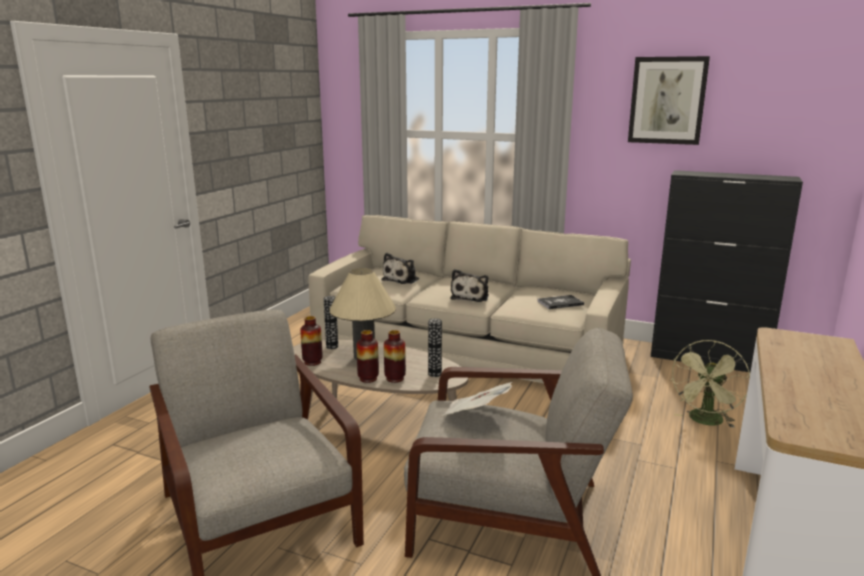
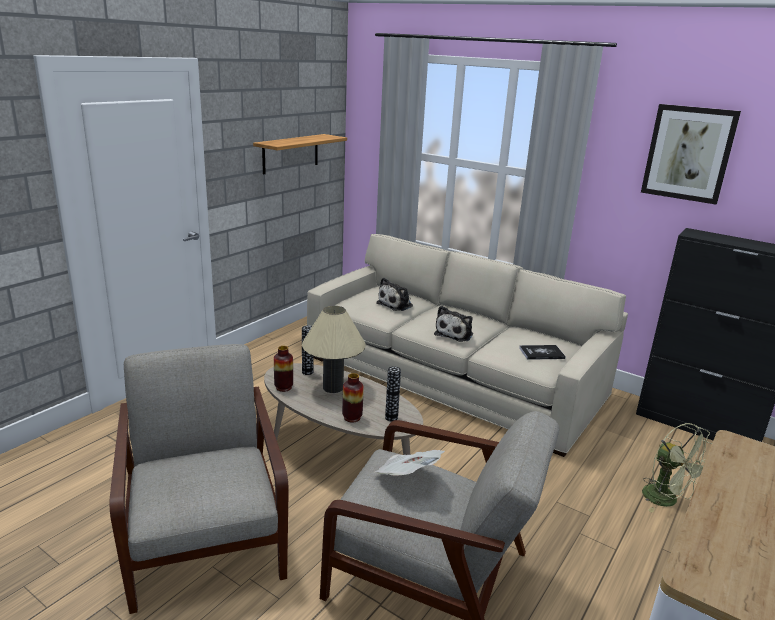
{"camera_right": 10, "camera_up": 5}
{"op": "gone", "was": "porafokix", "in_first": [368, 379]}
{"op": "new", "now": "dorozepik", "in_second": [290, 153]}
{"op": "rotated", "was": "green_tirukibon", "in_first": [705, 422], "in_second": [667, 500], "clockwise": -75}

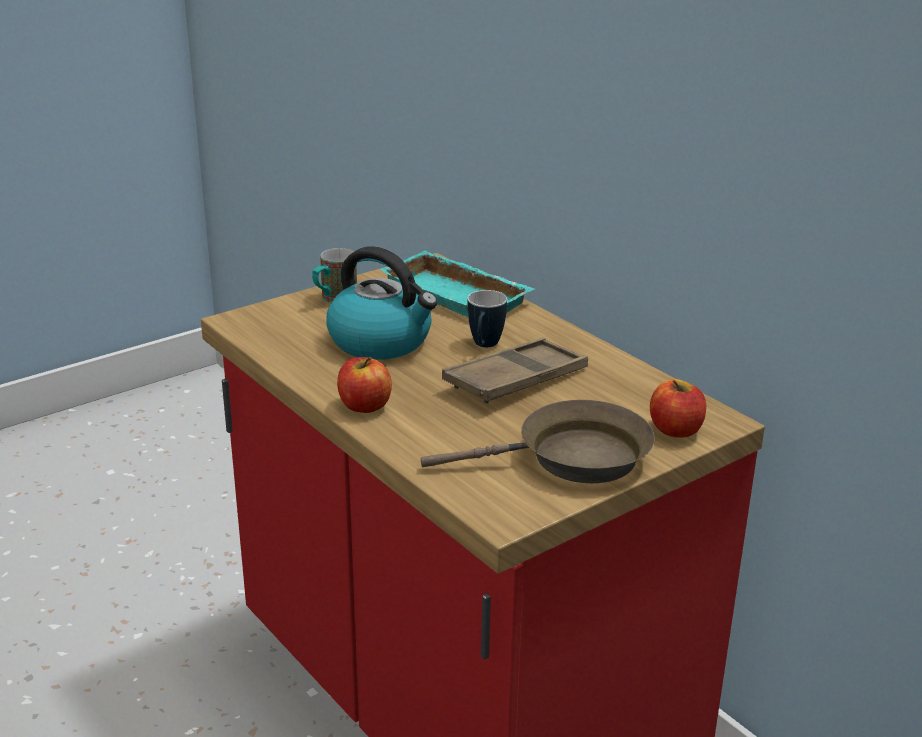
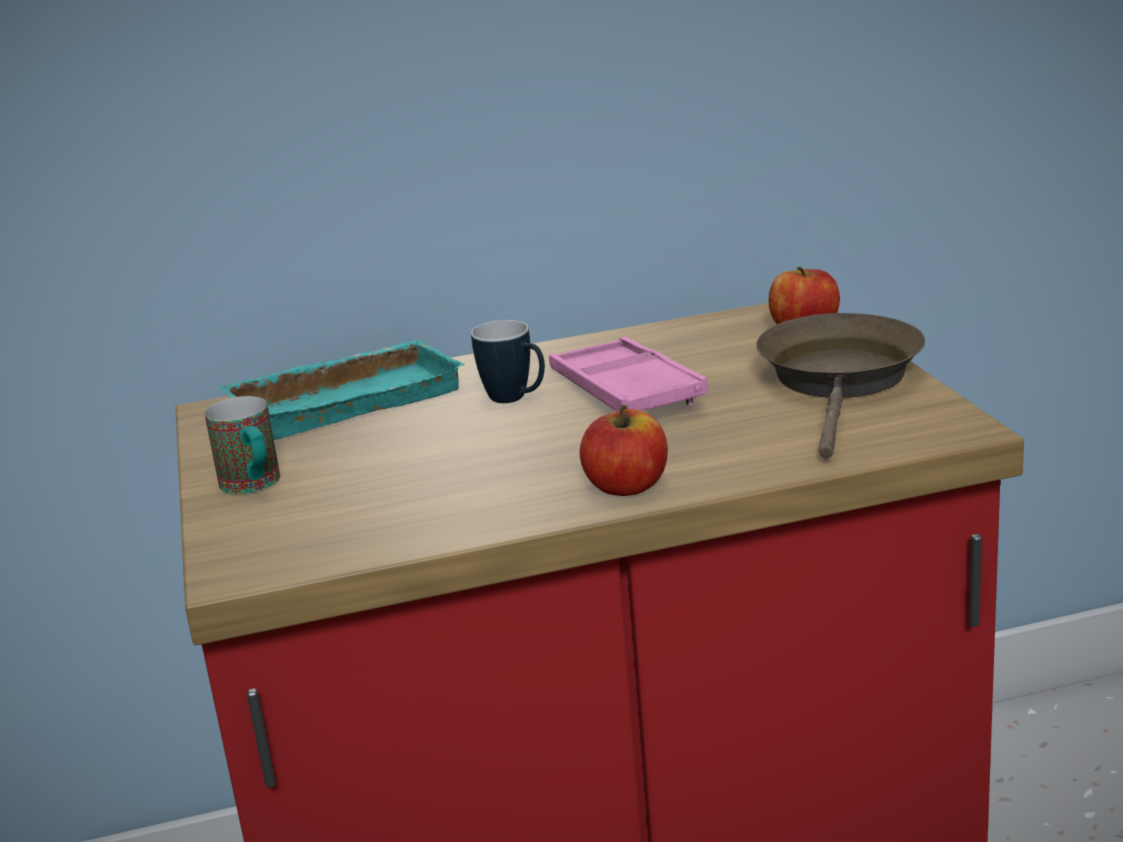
{"camera_right": -65, "camera_up": -5}
{"op": "gone", "was": "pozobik", "in_first": [382, 341]}
{"op": "repainted", "was": "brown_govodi", "now": "pink_govodi", "in_first": [515, 380], "in_second": [625, 391]}

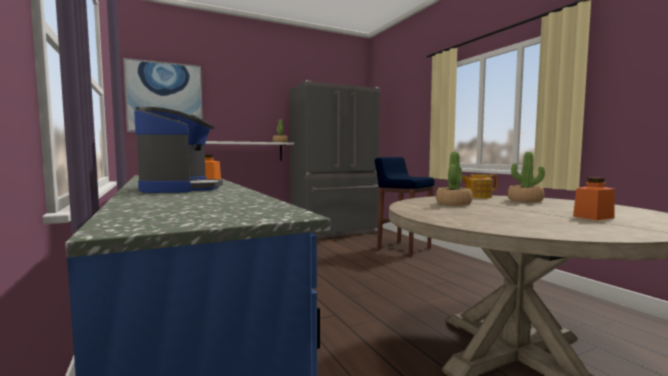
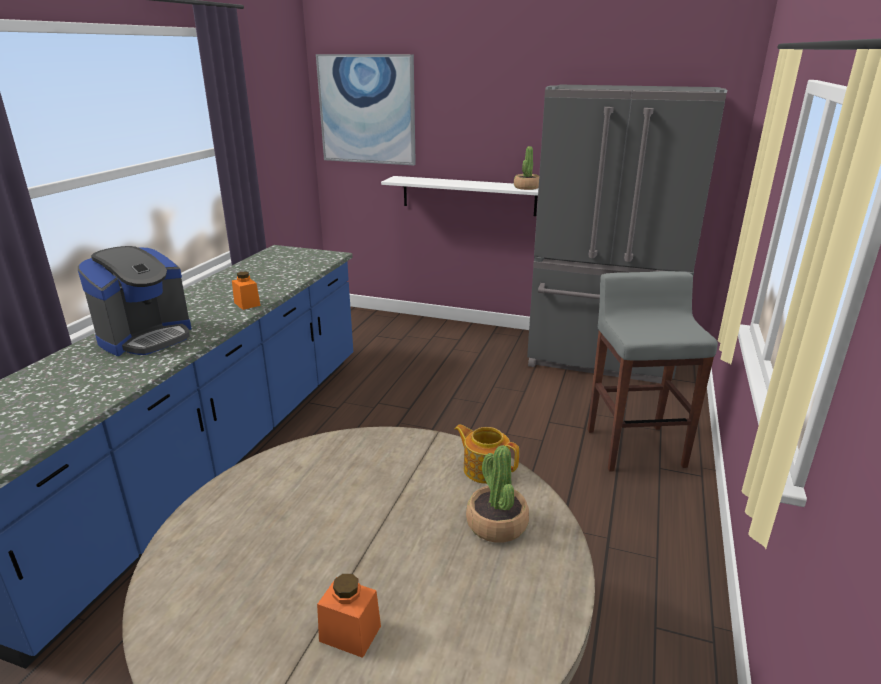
{"camera_right": 45, "camera_up": 20}
{"op": "gone", "was": "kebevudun", "in_first": [453, 203]}
{"op": "repainted", "was": "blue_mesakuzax", "now": "grey_mesakuzax", "in_first": [403, 248], "in_second": [634, 447]}

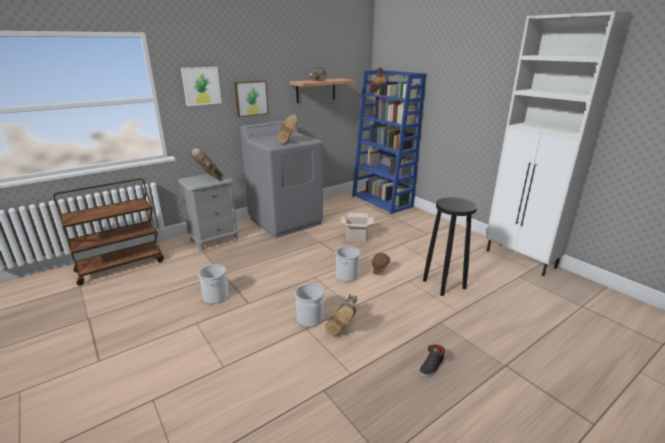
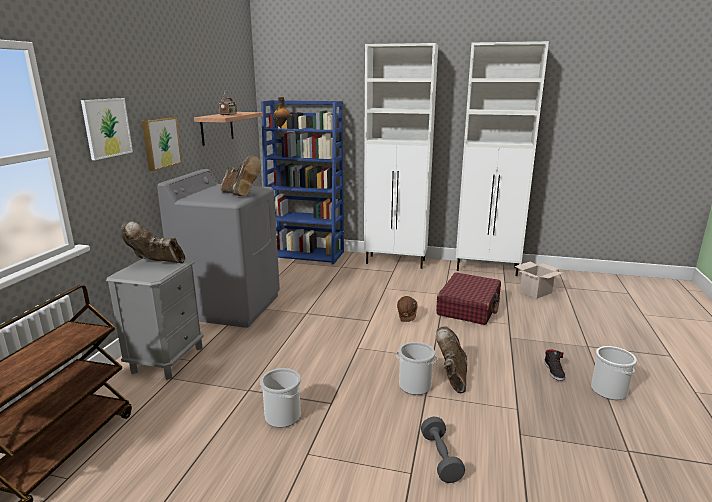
{"camera_right": -40, "camera_up": -5}
{"op": "new", "now": "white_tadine", "in_second": [396, 262]}
{"op": "new", "now": "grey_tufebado", "in_second": [441, 458]}
{"op": "shifted", "was": "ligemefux", "in_first": [347, 276], "in_second": [609, 390]}
{"op": "shifted", "was": "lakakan", "in_first": [357, 238], "in_second": [535, 292]}
{"op": "swapped", "was": "black_mesakuzax", "now": "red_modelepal", "in_first": [444, 284], "in_second": [468, 307]}
{"op": "rotated", "was": "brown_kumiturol", "in_first": [342, 327], "in_second": [452, 377], "clockwise": -150}

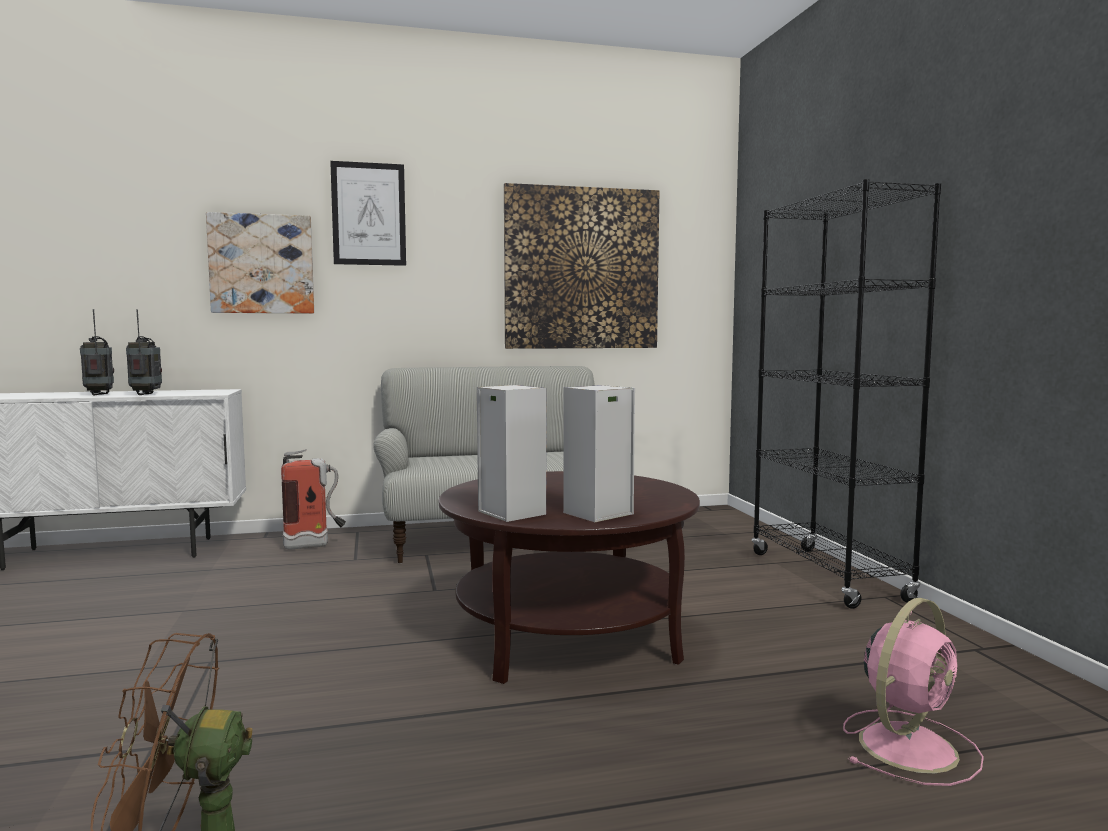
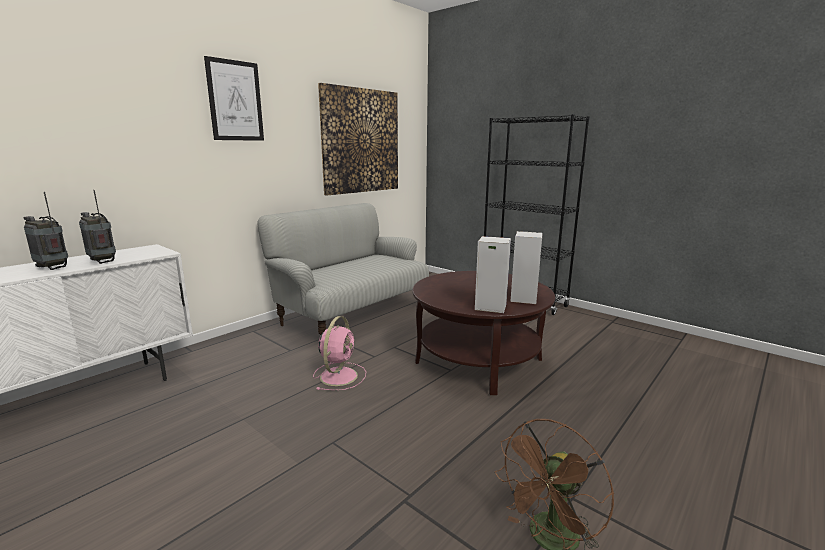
{"camera_right": -35, "camera_up": 10}
{"op": "gone", "was": "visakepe", "in_first": [262, 264]}
{"op": "gone", "was": "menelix", "in_first": [315, 545]}
{"op": "shifted", "was": "pink_tirukibon", "in_first": [909, 745], "in_second": [339, 375]}

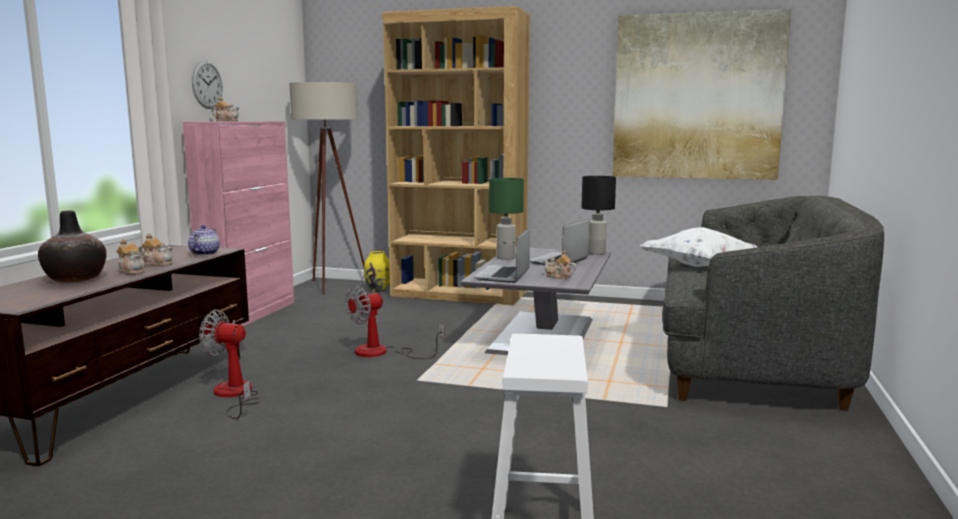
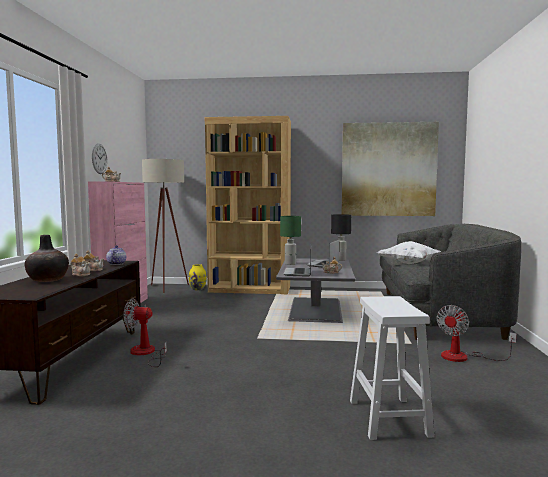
{"camera_right": -10, "camera_up": -5}
{"op": "shifted", "was": "tirukibon", "in_first": [382, 352], "in_second": [464, 357]}

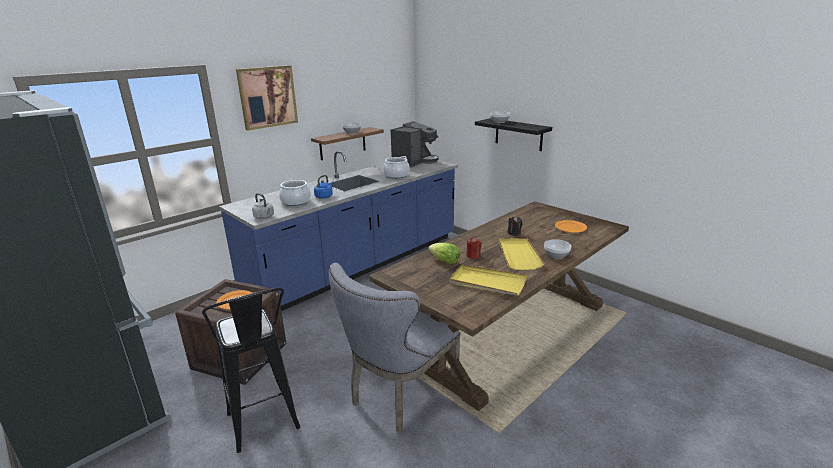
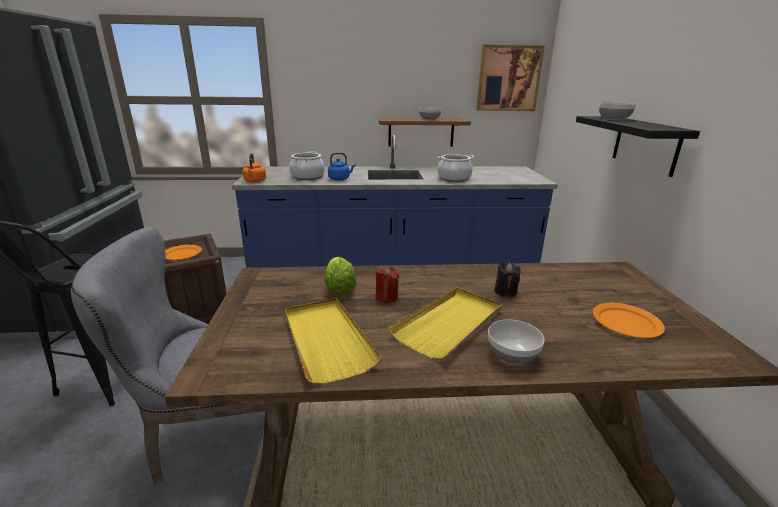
{"camera_right": 40, "camera_up": 0}
{"op": "gone", "was": "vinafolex", "in_first": [414, 162]}
{"op": "shifted", "was": "visakepe", "in_first": [267, 97], "in_second": [508, 78]}
{"op": "repainted", "was": "grey_pozobik", "now": "orange_pozobik", "in_first": [264, 217], "in_second": [255, 181]}

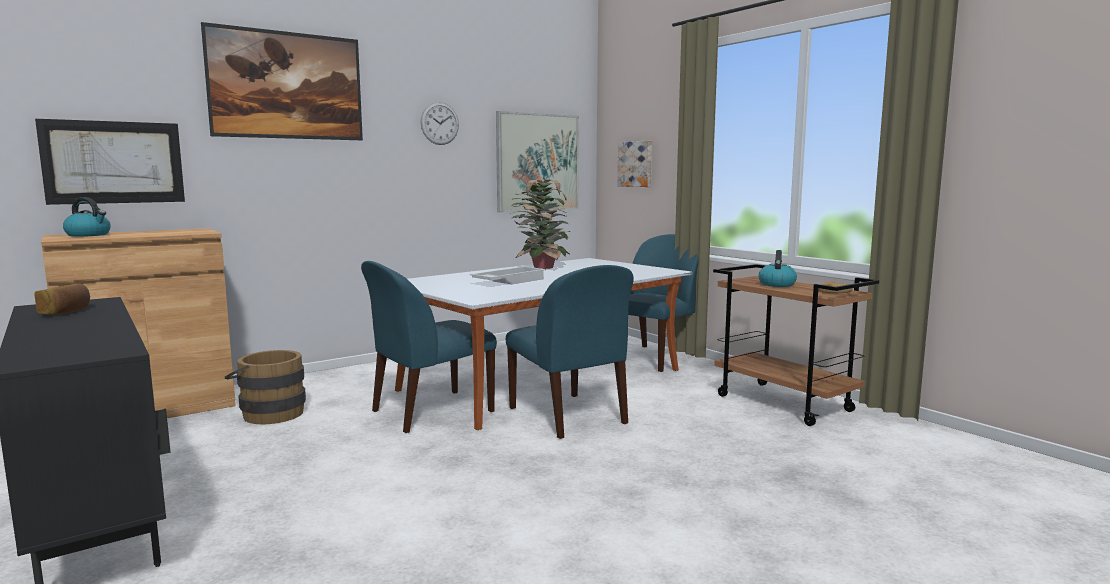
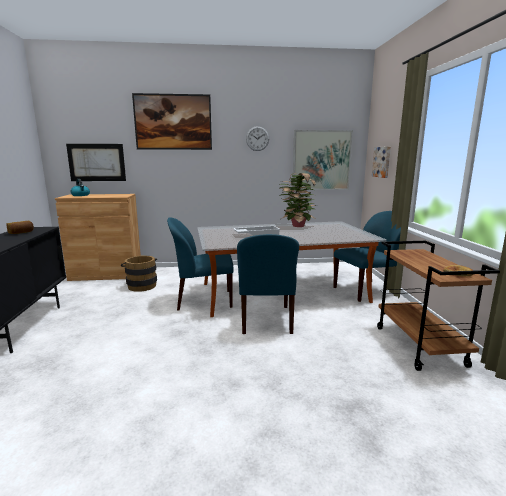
{"camera_right": 30, "camera_up": 5}
{"op": "gone", "was": "pozobik", "in_first": [776, 284]}

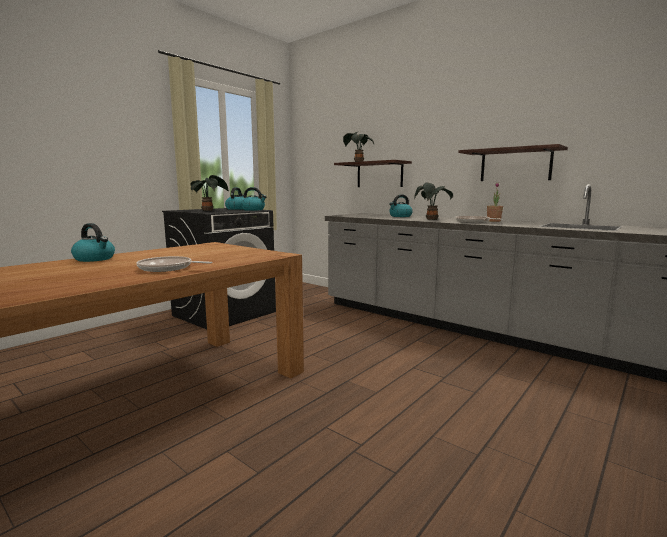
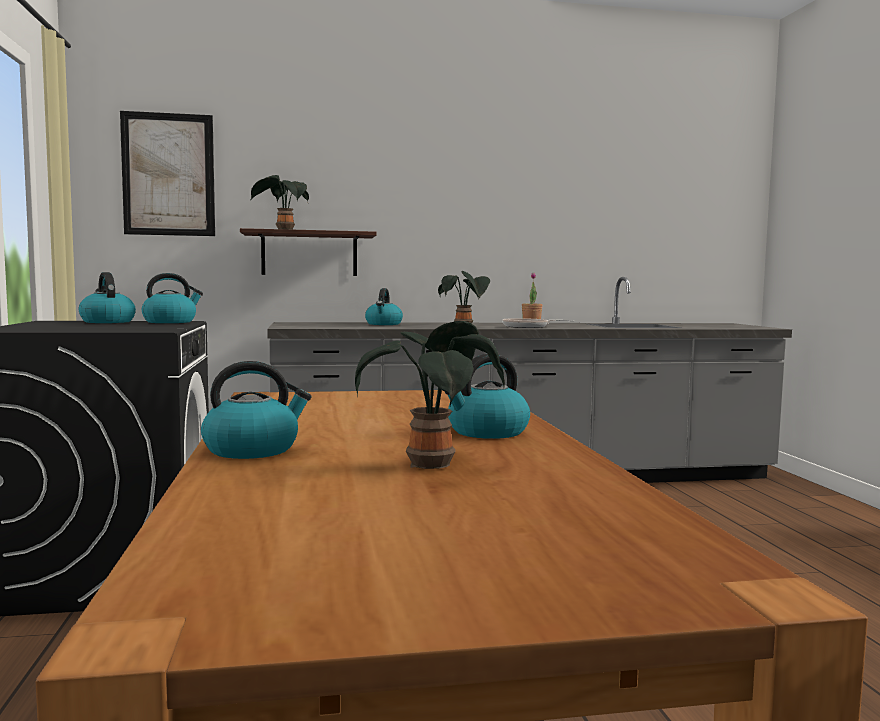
{"camera_right": -50, "camera_up": -5}
{"op": "gone", "was": "dorozepik", "in_first": [515, 165]}
{"op": "new", "now": "visakepe", "in_second": [168, 174]}
{"op": "shifted", "was": "kebevudun", "in_first": [209, 211], "in_second": [431, 464]}
{"op": "swapped", "was": "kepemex", "now": "pozobik", "in_first": [168, 268], "in_second": [487, 432]}

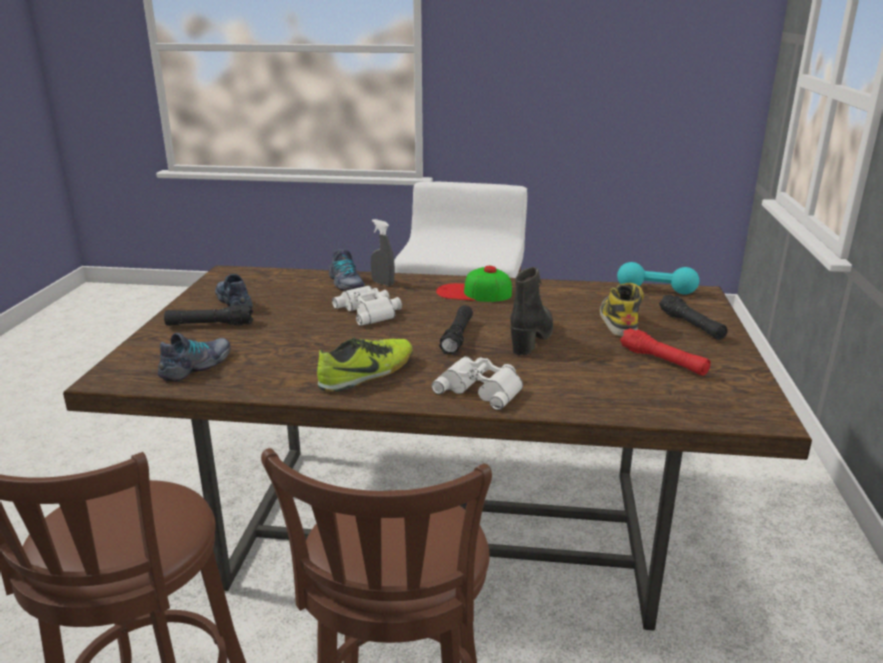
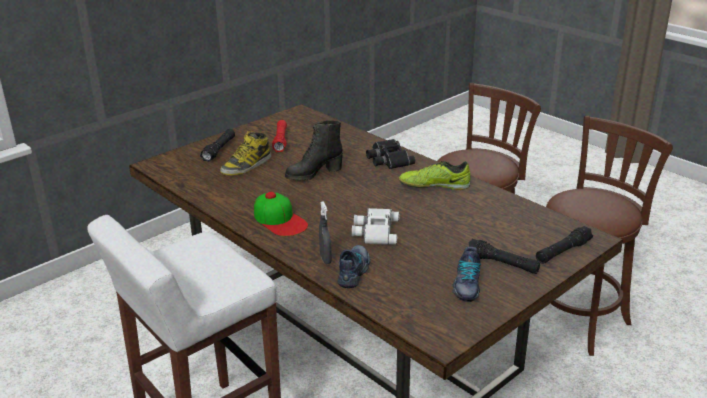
{"camera_right": -140, "camera_up": 5}
{"op": "gone", "was": "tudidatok", "in_first": [197, 366]}
{"op": "gone", "was": "turquoise_tufebado", "in_first": [656, 290]}
{"op": "shifted", "was": "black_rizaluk", "in_first": [457, 337], "in_second": [563, 252]}
{"op": "repainted", "was": "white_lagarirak", "now": "black_lagarirak", "in_first": [481, 388], "in_second": [388, 159]}

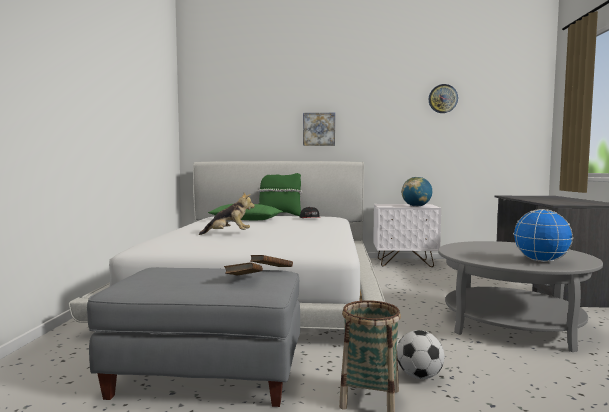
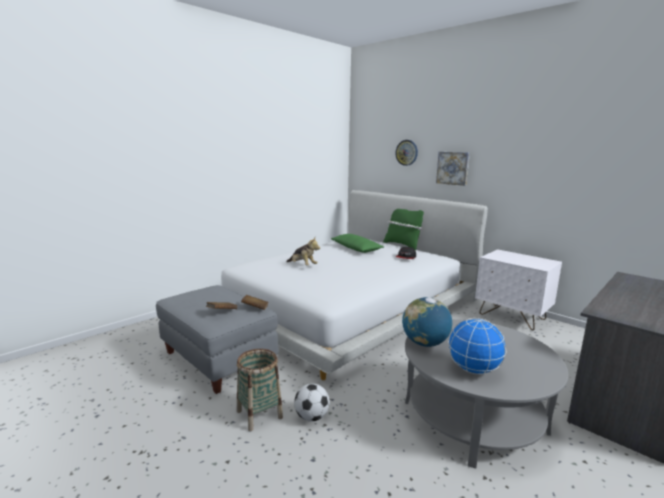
{"camera_right": 40, "camera_up": 10}
{"op": "shifted", "was": "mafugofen", "in_first": [416, 206], "in_second": [425, 343]}
{"op": "shifted", "was": "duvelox", "in_first": [442, 98], "in_second": [406, 152]}

